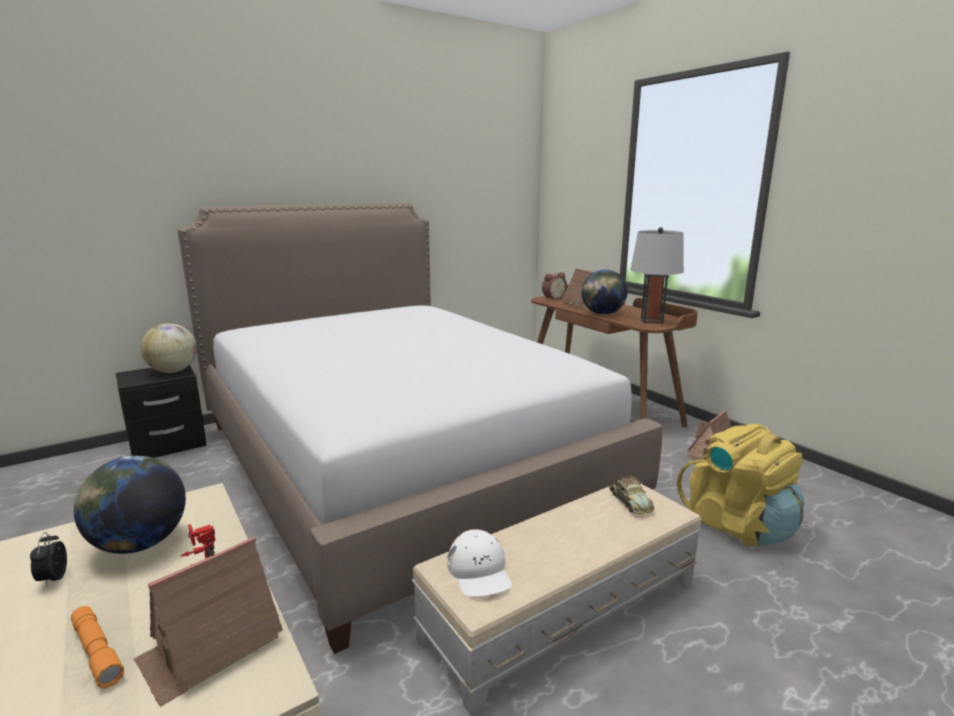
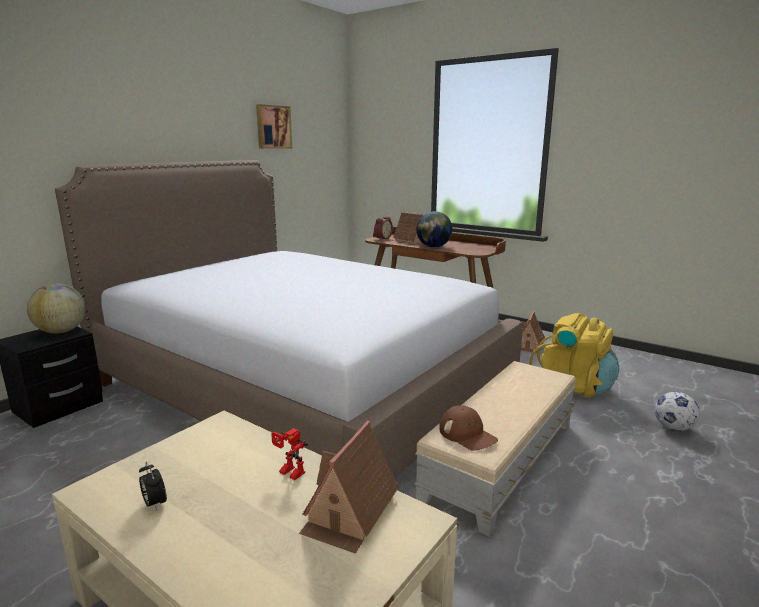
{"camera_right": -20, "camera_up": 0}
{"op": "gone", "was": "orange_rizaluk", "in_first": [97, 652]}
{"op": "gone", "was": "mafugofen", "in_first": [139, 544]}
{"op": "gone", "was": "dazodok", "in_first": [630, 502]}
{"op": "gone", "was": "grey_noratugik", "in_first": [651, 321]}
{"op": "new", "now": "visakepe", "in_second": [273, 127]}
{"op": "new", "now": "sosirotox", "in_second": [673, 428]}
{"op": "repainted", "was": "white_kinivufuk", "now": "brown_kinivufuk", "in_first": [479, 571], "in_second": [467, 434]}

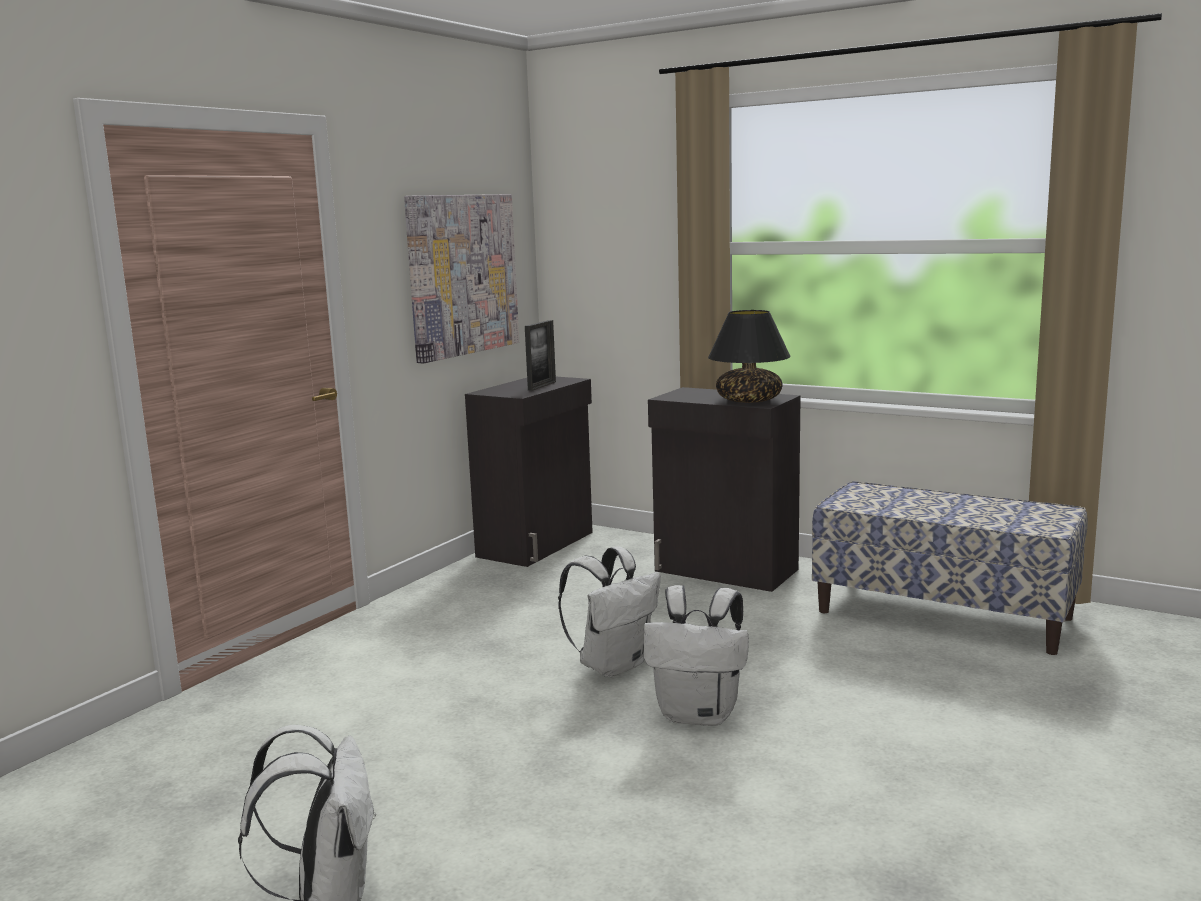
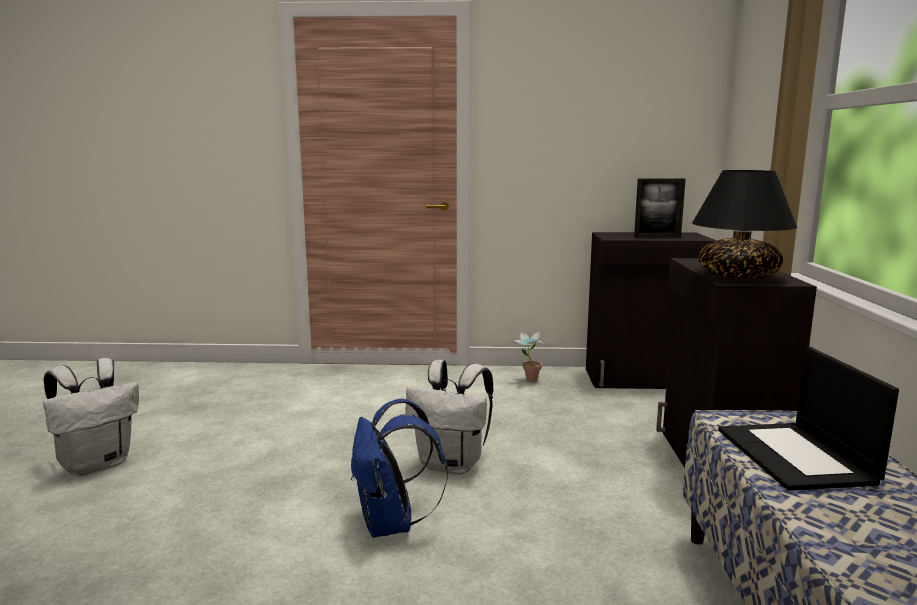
{"camera_right": 60, "camera_up": 0}
{"op": "gone", "was": "visakepe", "in_first": [462, 275]}
{"op": "new", "now": "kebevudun", "in_second": [528, 381]}
{"op": "new", "now": "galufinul", "in_second": [796, 456]}
{"op": "repainted", "was": "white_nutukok", "now": "blue_nutukok", "in_first": [699, 714], "in_second": [391, 524]}

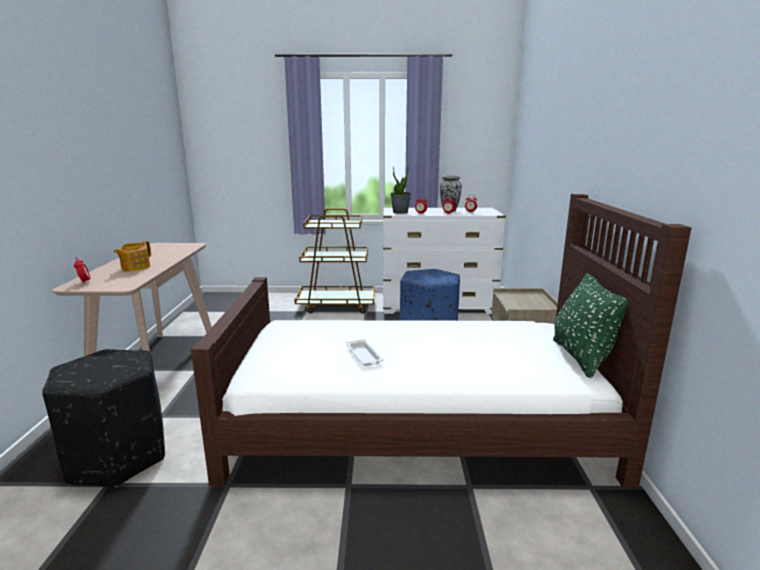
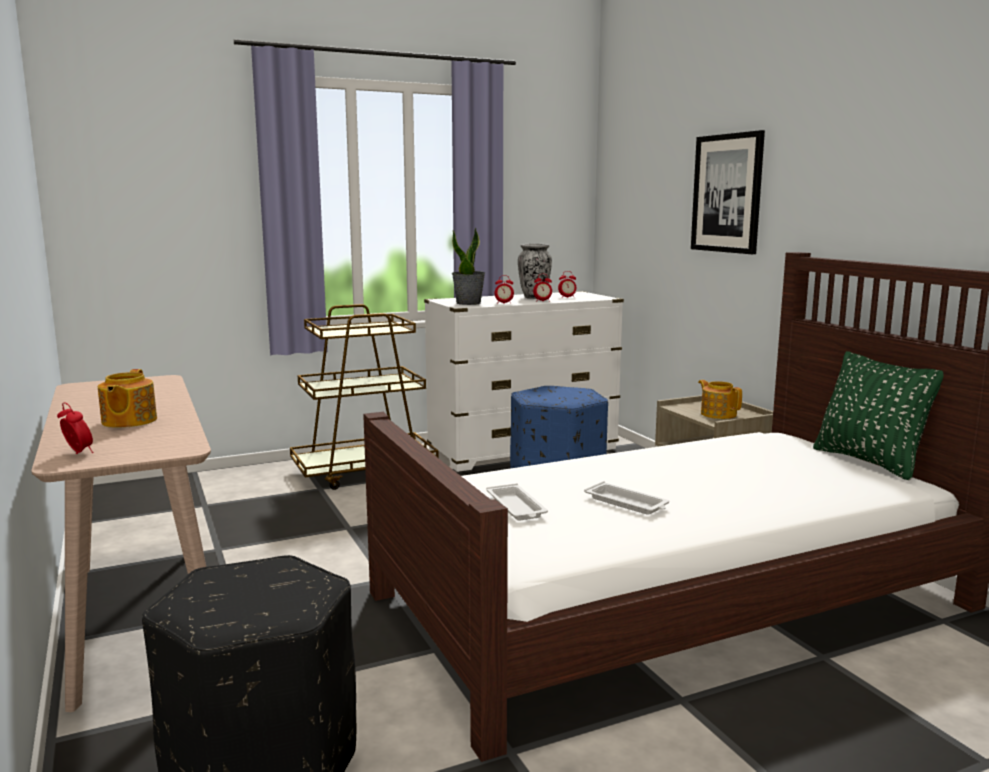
{"camera_right": -25, "camera_up": -5}
{"op": "new", "now": "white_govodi", "in_second": [516, 507]}
{"op": "new", "now": "visakepe", "in_second": [727, 193]}
{"op": "new", "now": "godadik", "in_second": [718, 414]}

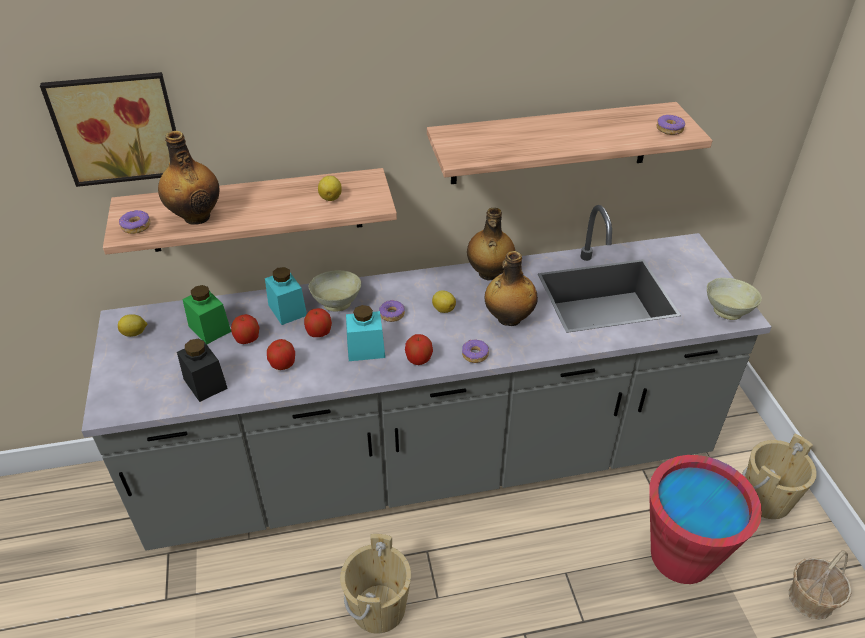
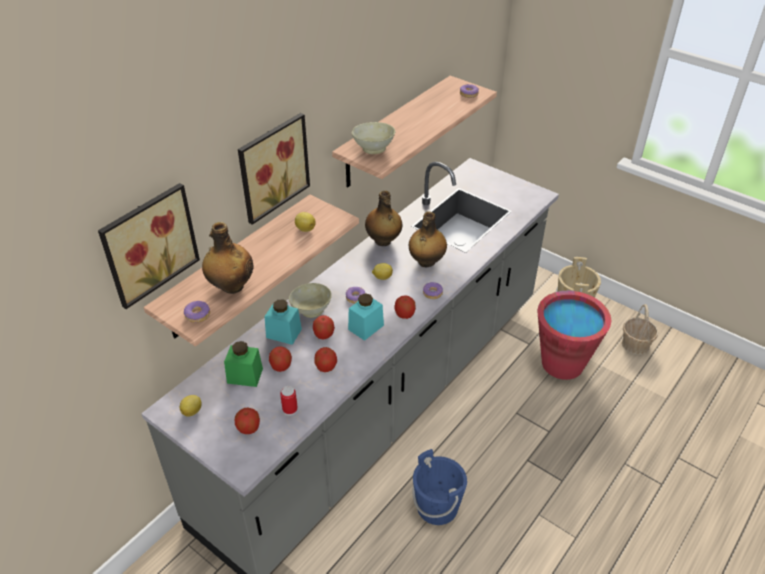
{"camera_right": -40, "camera_up": 0}
{"op": "new", "now": "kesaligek", "in_second": [248, 428]}
{"op": "new", "now": "visakepe", "in_second": [271, 166]}
{"op": "shifted", "was": "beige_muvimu", "in_first": [728, 311], "in_second": [374, 148]}
{"op": "swapped", "was": "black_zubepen", "now": "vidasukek", "in_first": [205, 383], "in_second": [290, 409]}
{"op": "repainted", "was": "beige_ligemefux", "now": "blue_ligemefux", "in_first": [378, 607], "in_second": [437, 506]}

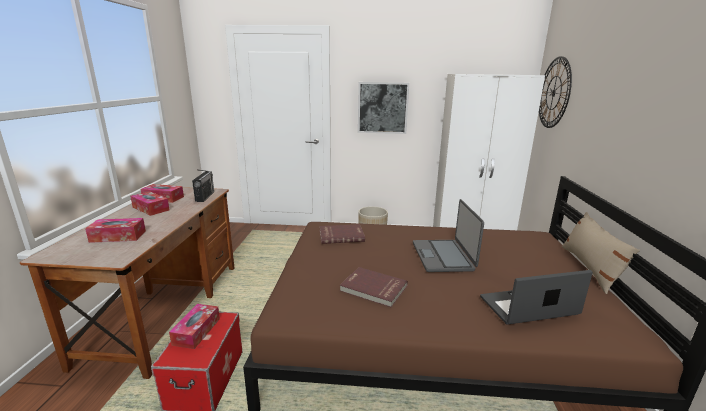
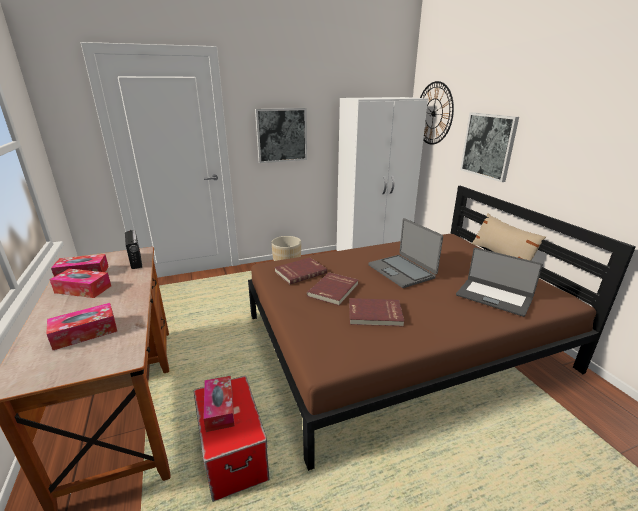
{"camera_right": -25, "camera_up": 5}
{"op": "new", "now": "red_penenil", "in_second": [334, 290]}
{"op": "new", "now": "visakepe", "in_second": [488, 145]}
{"op": "rotated", "was": "galufinul", "in_first": [529, 307], "in_second": [494, 297], "clockwise": -105}

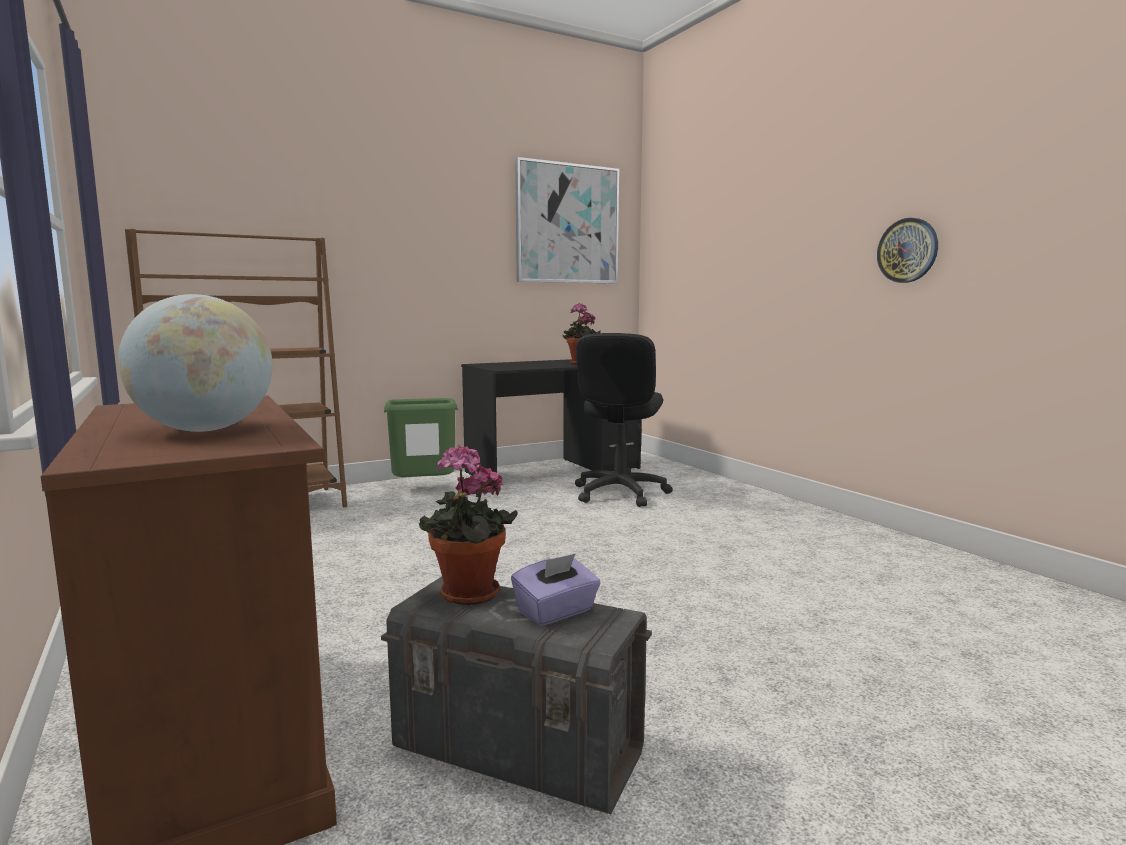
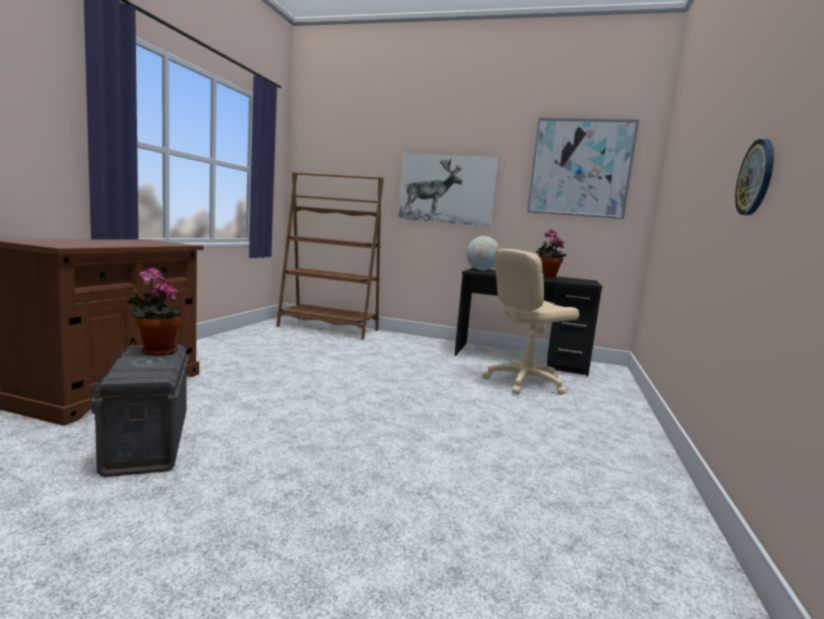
{"camera_right": 45, "camera_up": 0}
{"op": "gone", "was": "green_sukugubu", "in_first": [423, 489]}
{"op": "gone", "was": "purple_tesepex", "in_first": [556, 612]}
{"op": "new", "now": "visakepe", "in_second": [447, 189]}
{"op": "shifted", "was": "mafugofen", "in_first": [204, 430], "in_second": [481, 270]}
{"op": "repainted", "was": "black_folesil", "now": "beige_folesil", "in_first": [619, 493], "in_second": [524, 382]}

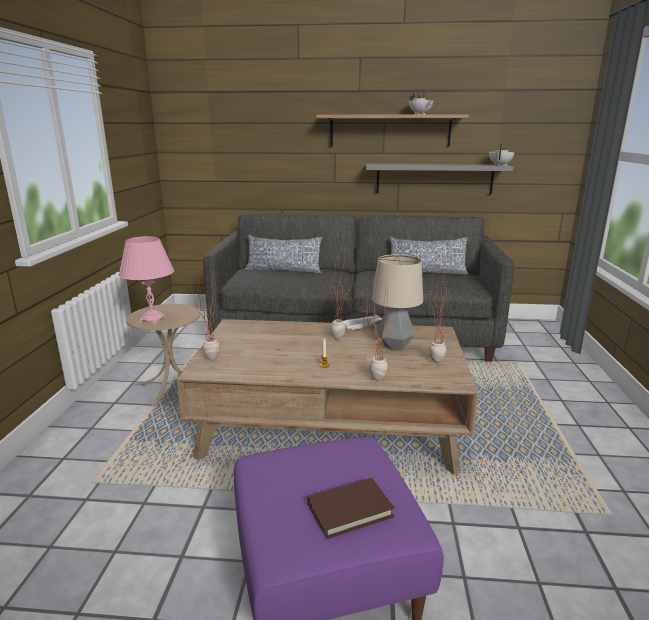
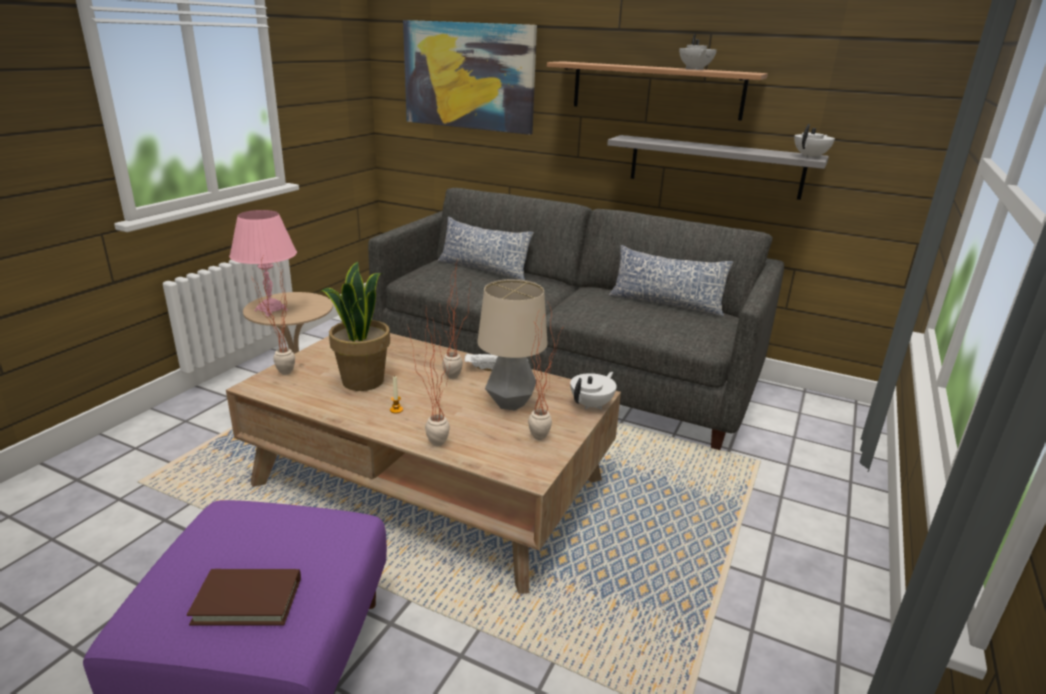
{"camera_right": 20, "camera_up": 5}
{"op": "new", "now": "kebevudun", "in_second": [362, 381]}
{"op": "new", "now": "visakepe", "in_second": [468, 76]}
{"op": "new", "now": "white_godadik", "in_second": [592, 405]}

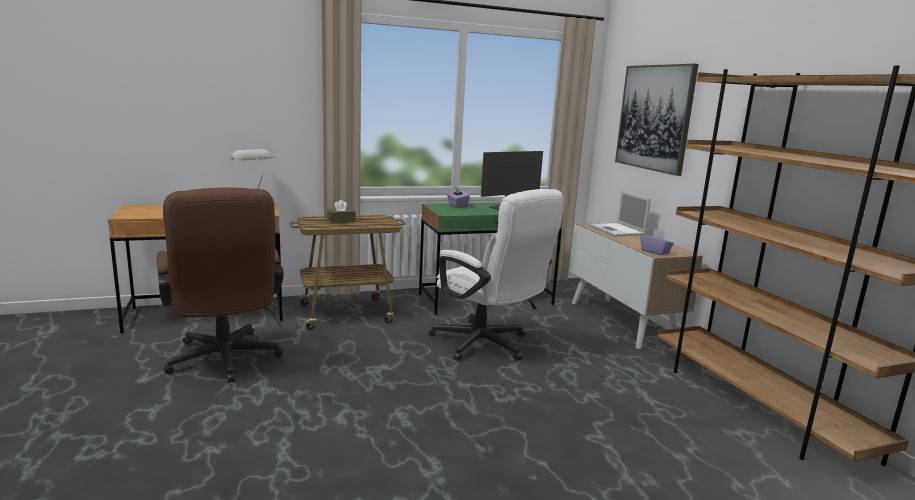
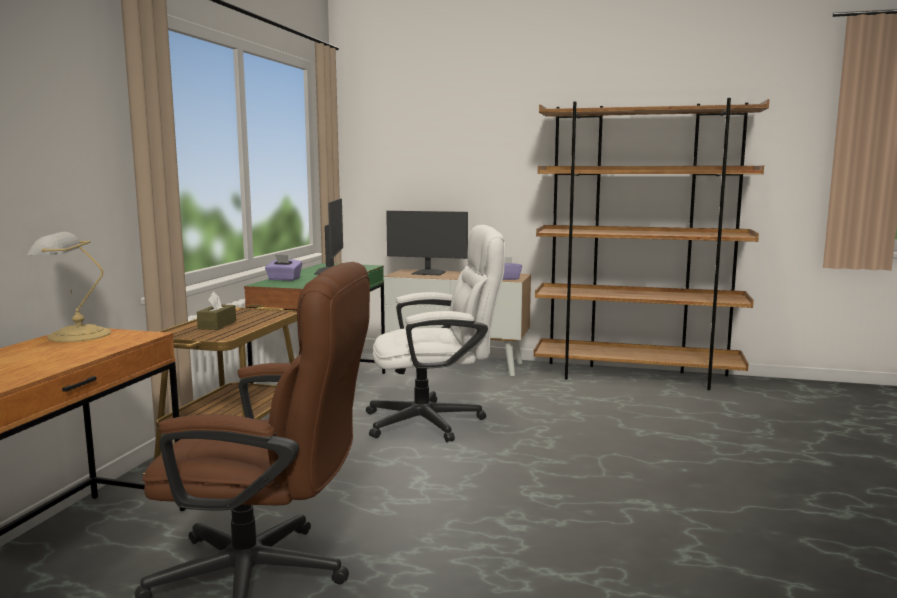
{"camera_right": -55, "camera_up": -5}
{"op": "gone", "was": "visakepe", "in_first": [654, 118]}
{"op": "swapped", "was": "galufinul", "now": "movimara", "in_first": [617, 230], "in_second": [428, 273]}

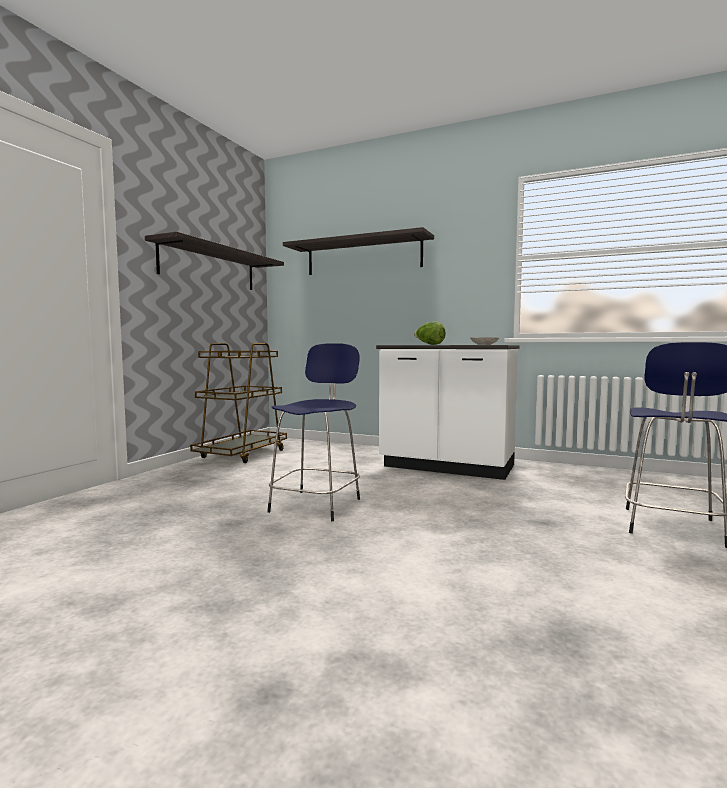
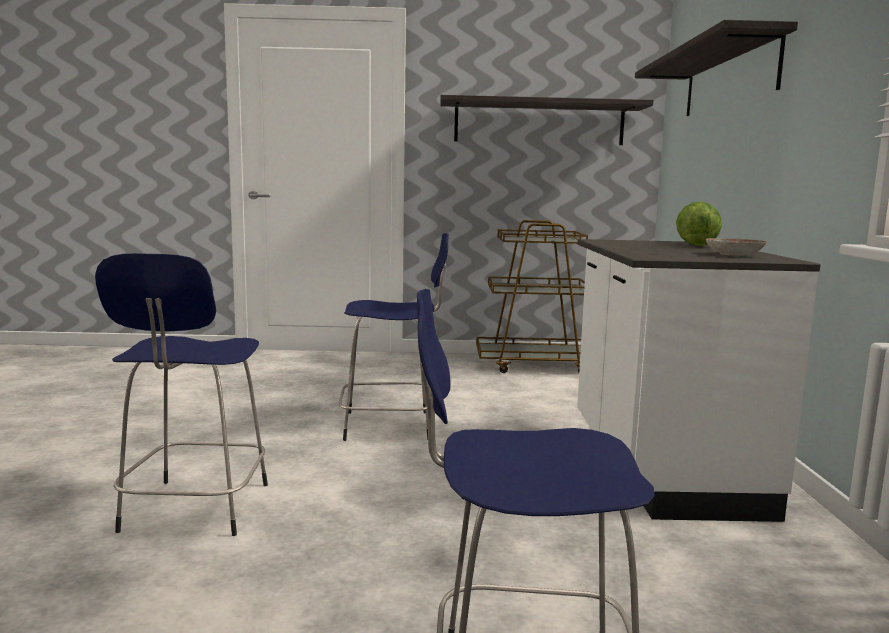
{"camera_right": 65, "camera_up": 5}
{"op": "new", "now": "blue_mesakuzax", "in_second": [194, 509]}

